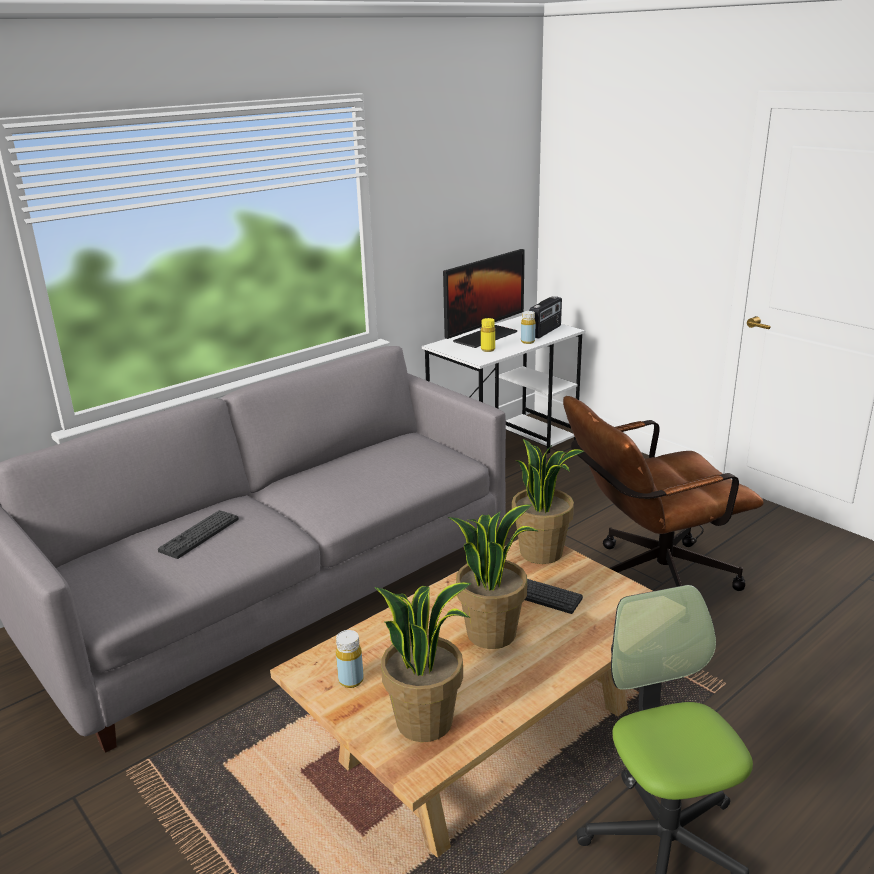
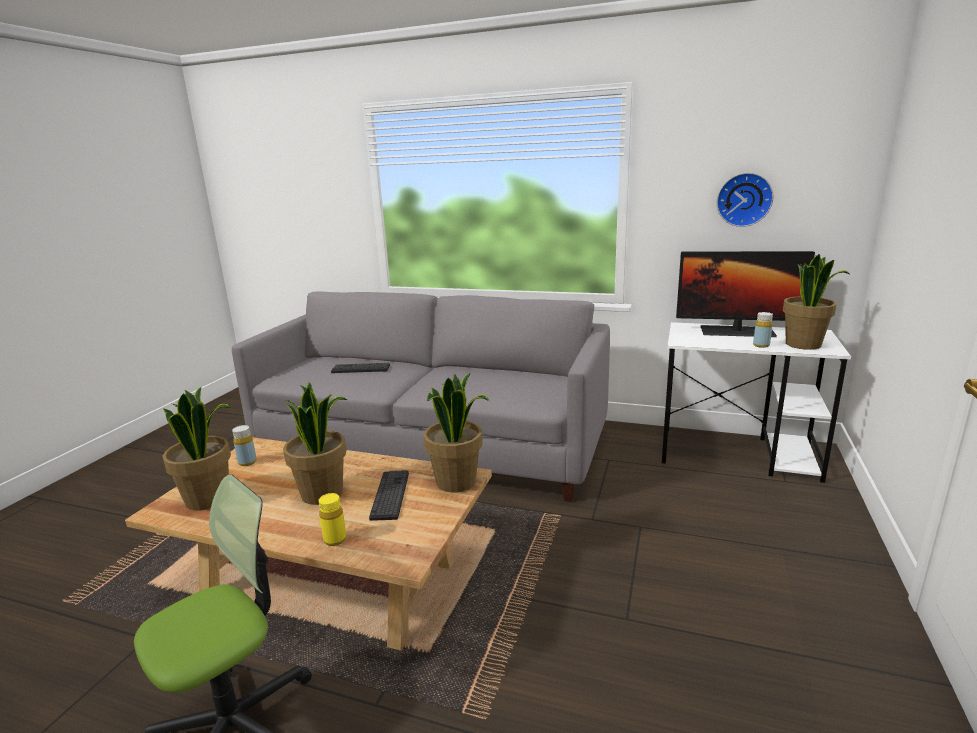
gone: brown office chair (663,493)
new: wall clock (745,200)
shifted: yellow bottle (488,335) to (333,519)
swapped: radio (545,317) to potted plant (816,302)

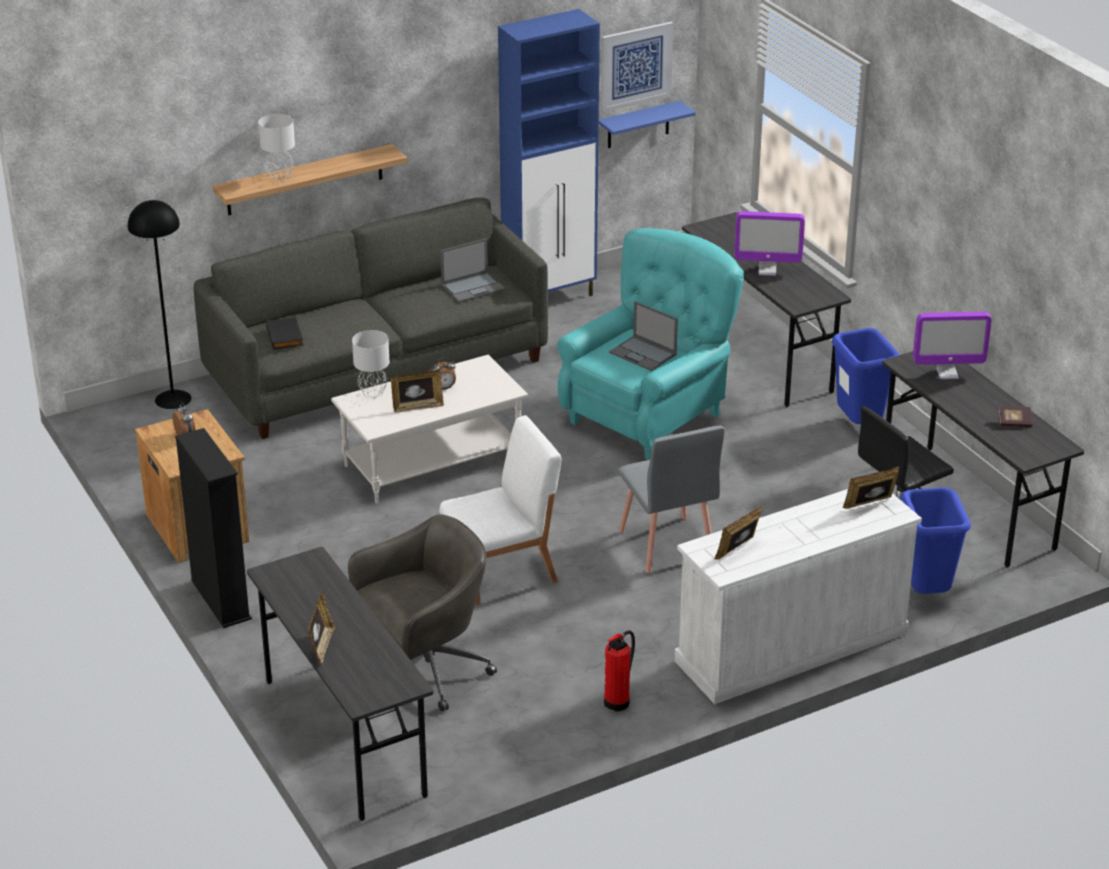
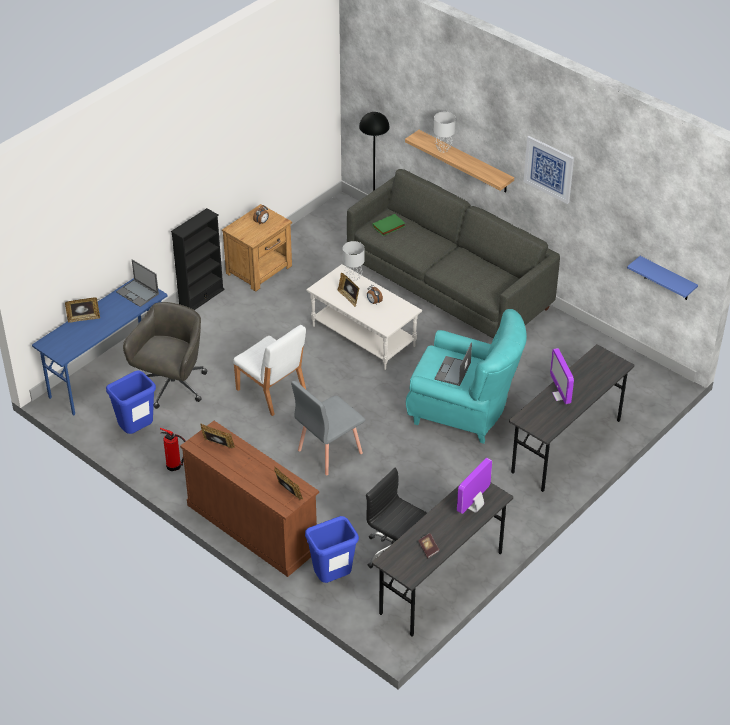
gone: blue cabinet (549,152)
shifted: laptop (472,270) to (137,283); picture (637,67) to (549,170); blue trash can (866,376) to (131,402)
repainted: grey desk (340,684) to blue desk (100,346); black book (284,333) to green book (388,225); white dresser (798,596) to brown dresser (249,499)
rotated: grey office chair (422,612) = (165,355) 105 degrees counterclockwise; monitor (952,345) = (474,486) 60 degrees clockwise

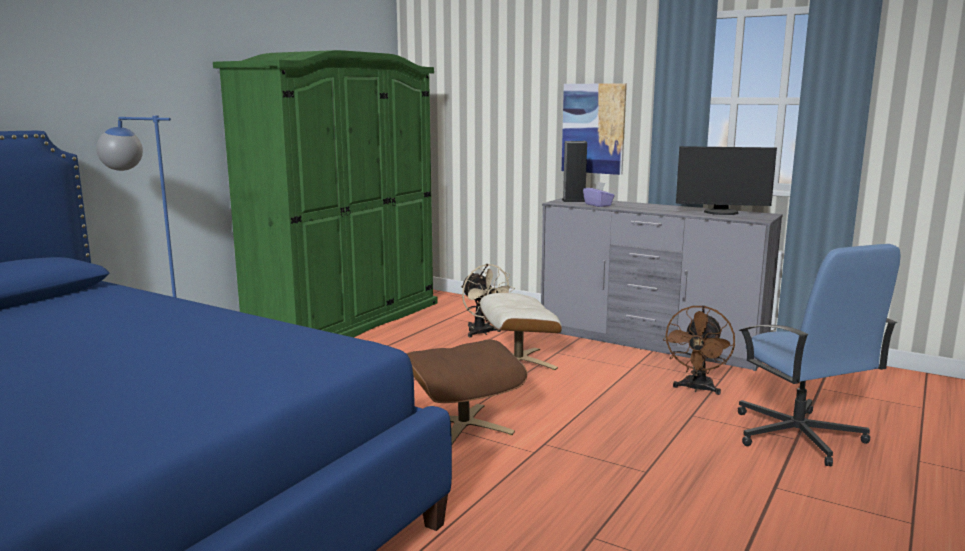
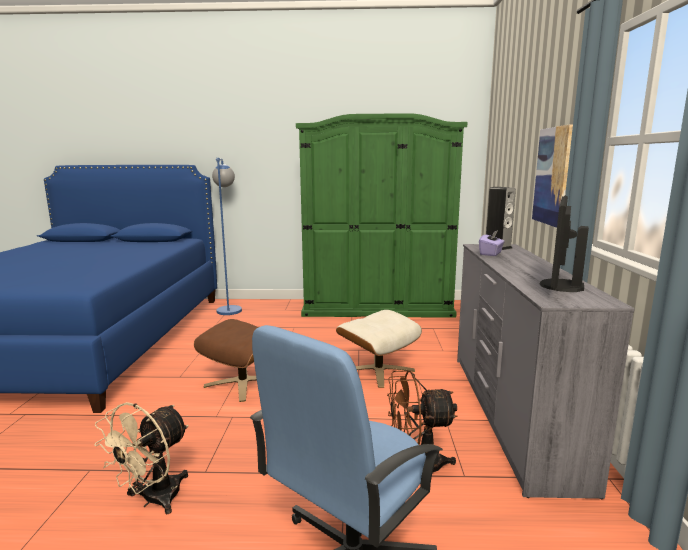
shifted: beige fan (488,301) to (141,458)
rotated: monitor (726,180) = (564,244) 45 degrees clockwise

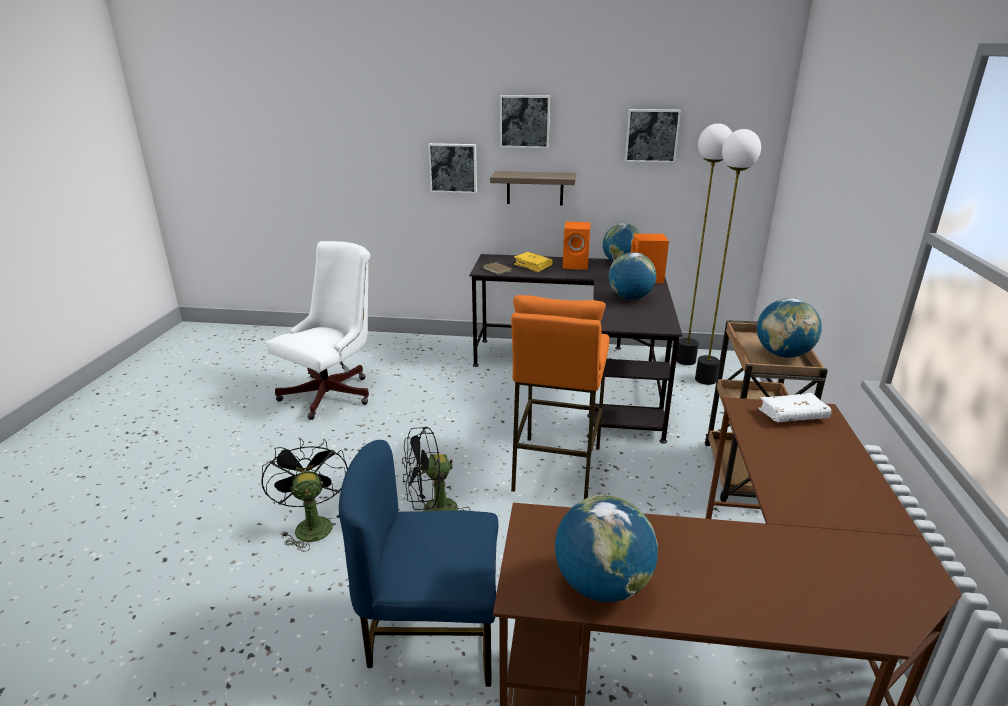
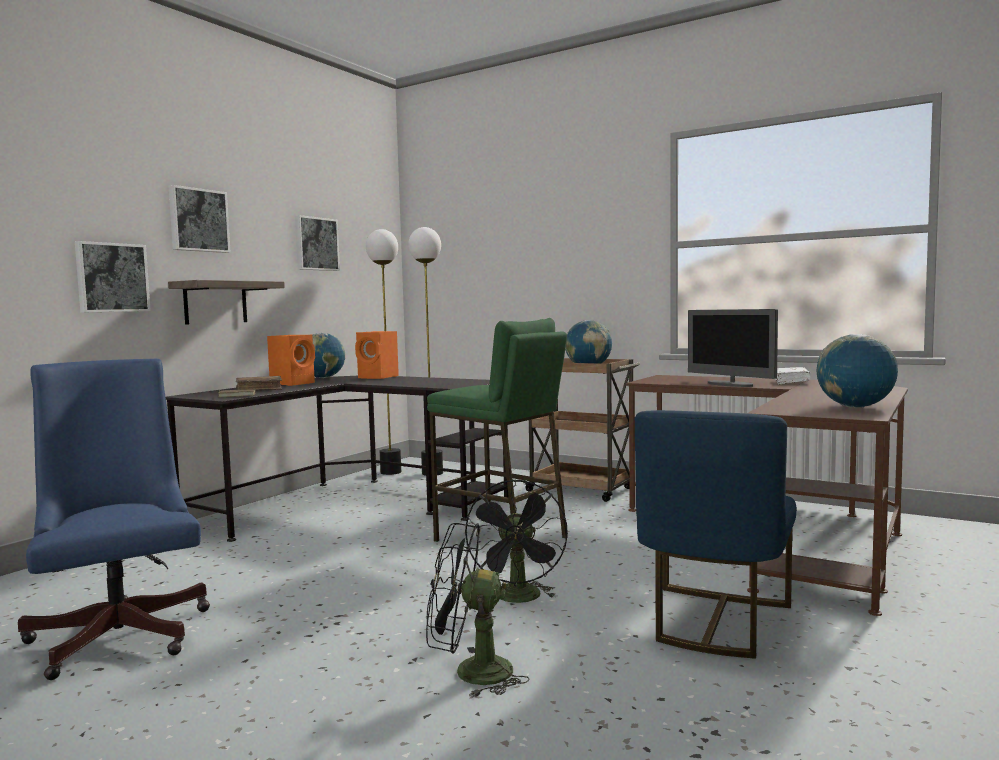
gone: globe (633,276)
new: monitor (733,348)
shifted: white book (794,407) to (793,375)
repainted: white office chair (318,330) to blue office chair (114,519); orange stool (560,397) to green stool (497,430); yellow book (533,262) to brown book (259,383)

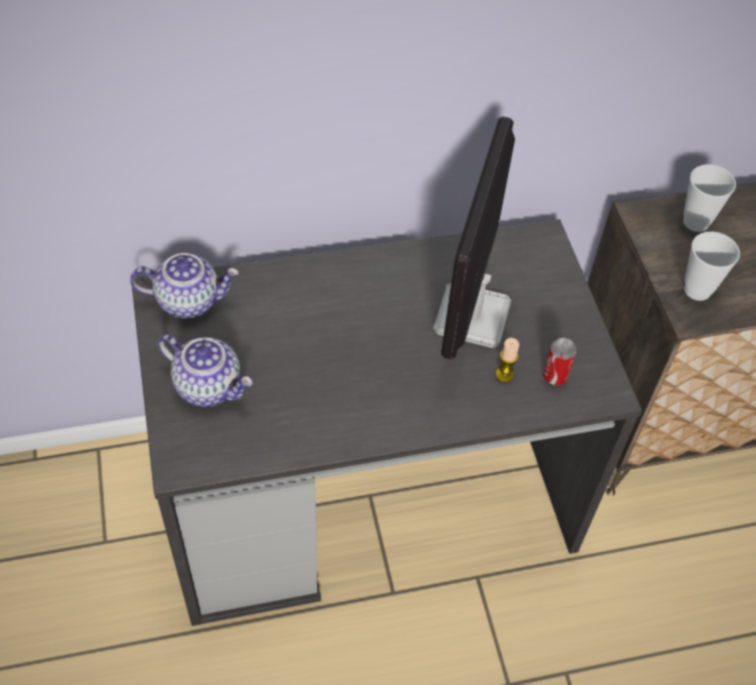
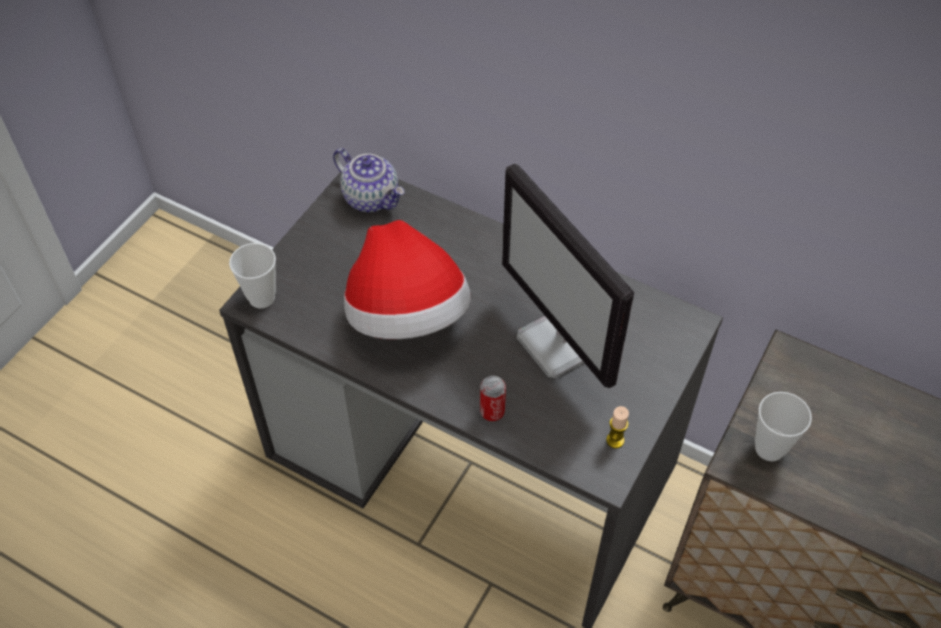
gone: teapot (205,370)
new: hat (407,279)
shifted: candle (507,360) to (617,427); can (560,362) to (493,398); cup (709,198) to (252,275)
rotated: monitor (474,238) = (568,276) 90 degrees counterclockwise

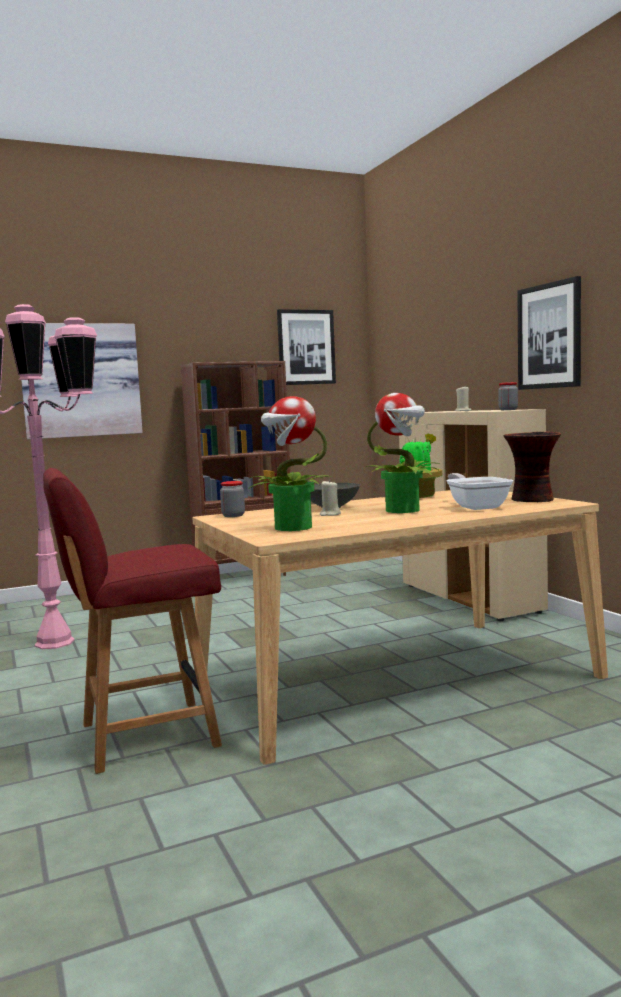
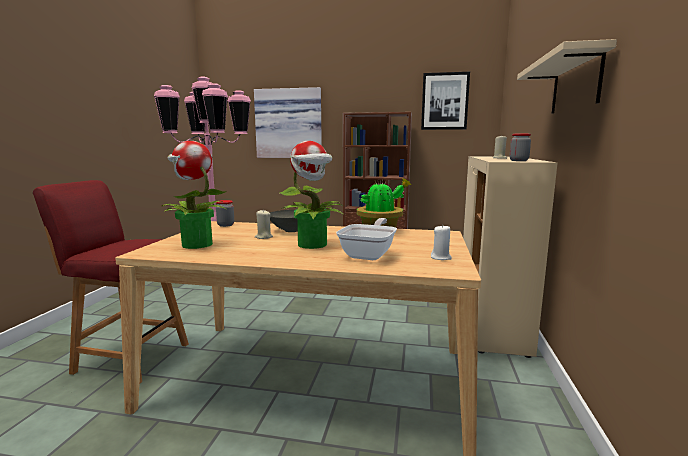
swapped: vase (532,467) to white candle (441,242); picture (549,333) to beige shelf (567,76)

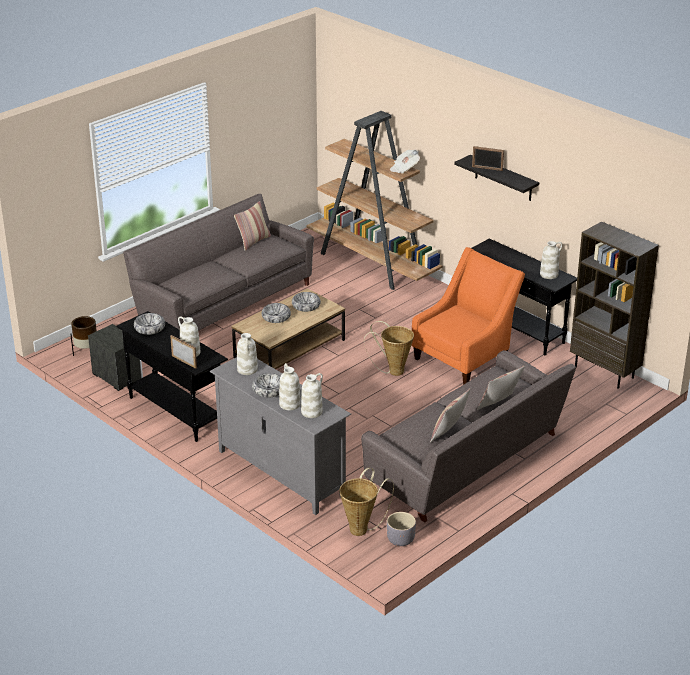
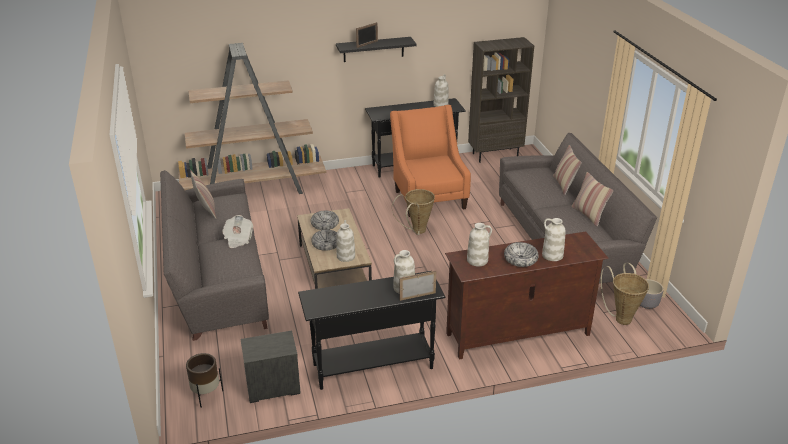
gone: bowl (149,324)
shifted: white vase (312,395) to (345,241); newspaper (405,162) to (237,231)
repainted: grey tv stand (280,436) to brown tv stand (527,296)

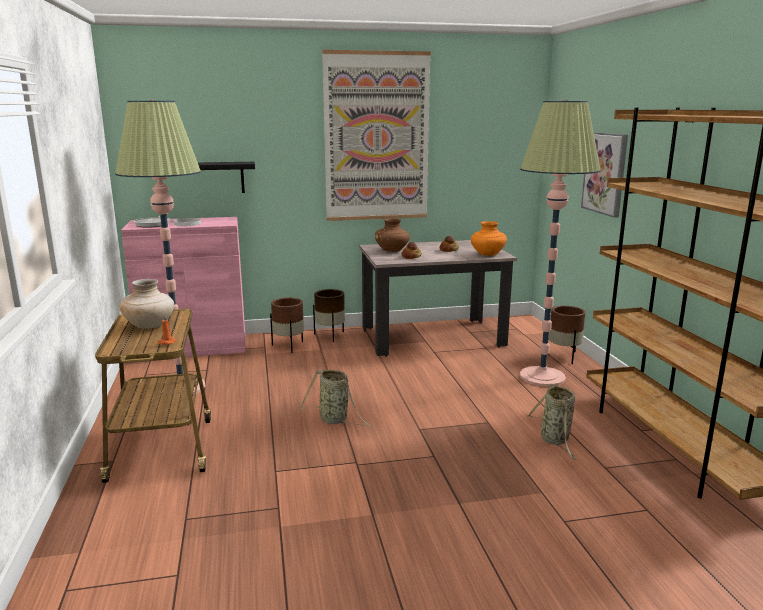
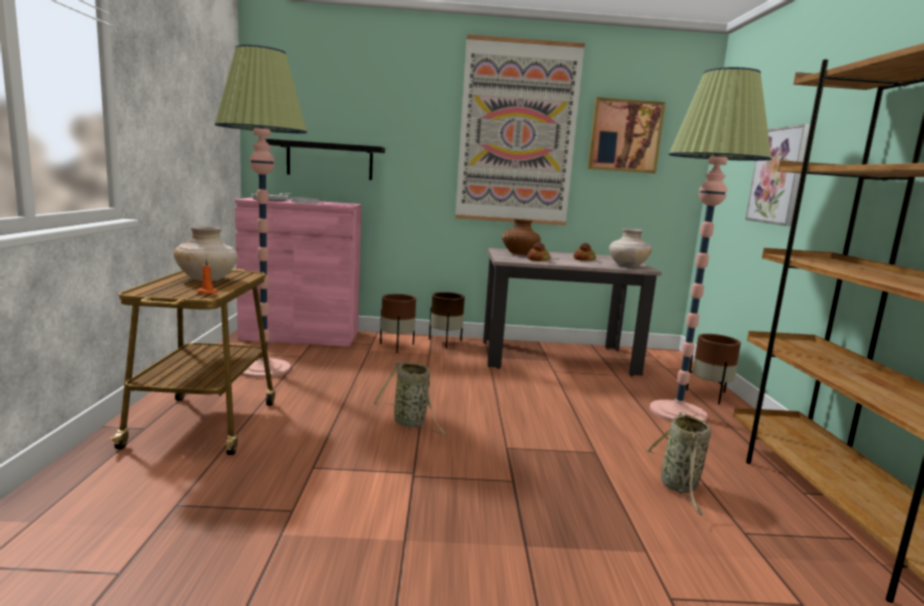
new: picture (626,135)
repainted: orange vase (489,238) to beige vase (630,248)

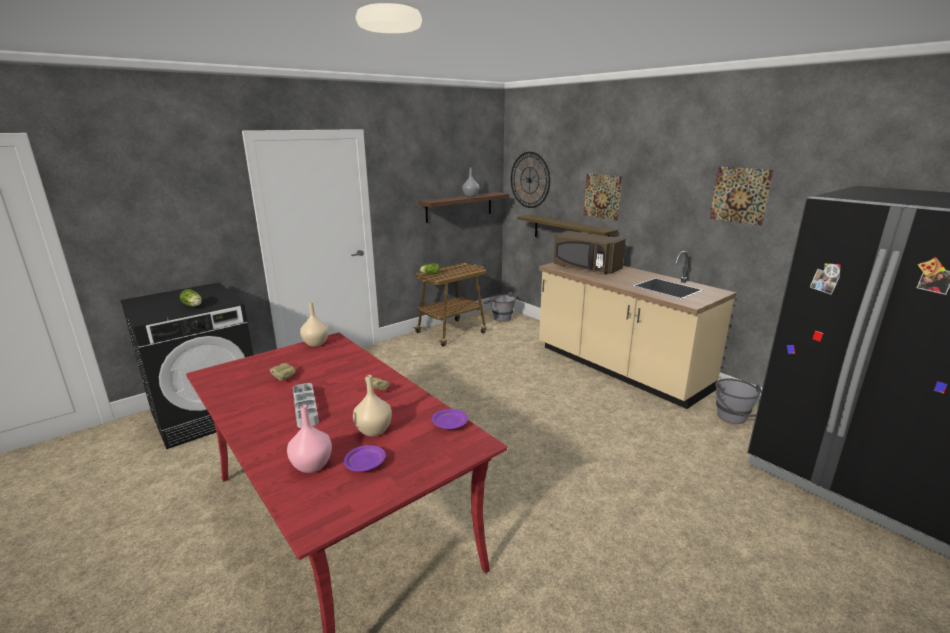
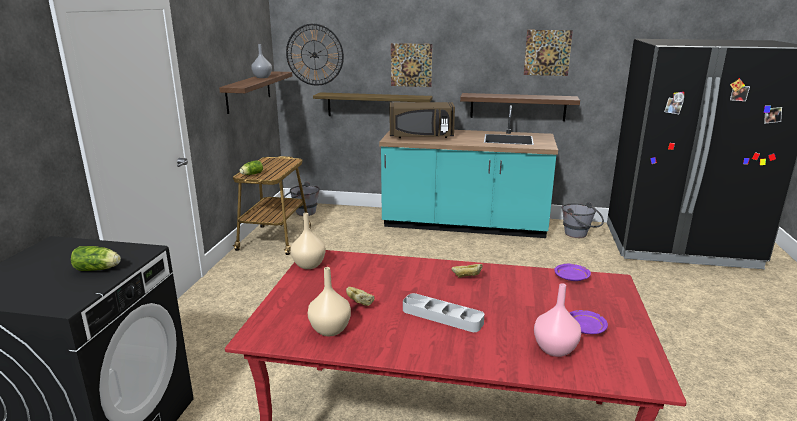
new: shelf (520,107)
shifted: beige vase (372,406) to (329,301)
repainted: beige counter (638,330) to turquoise counter (468,171)

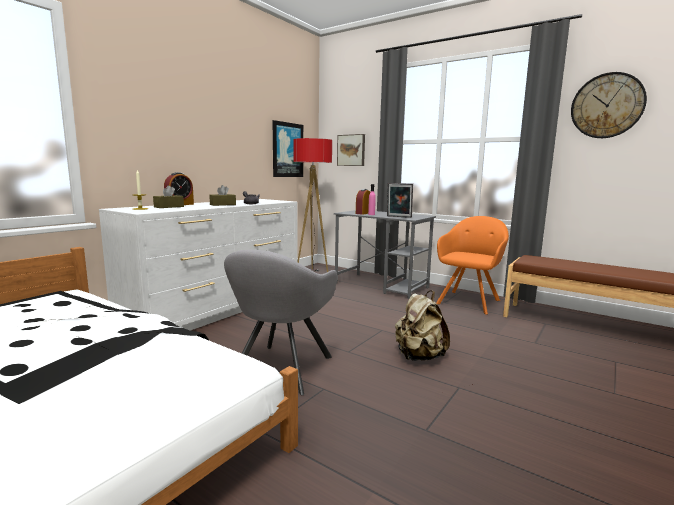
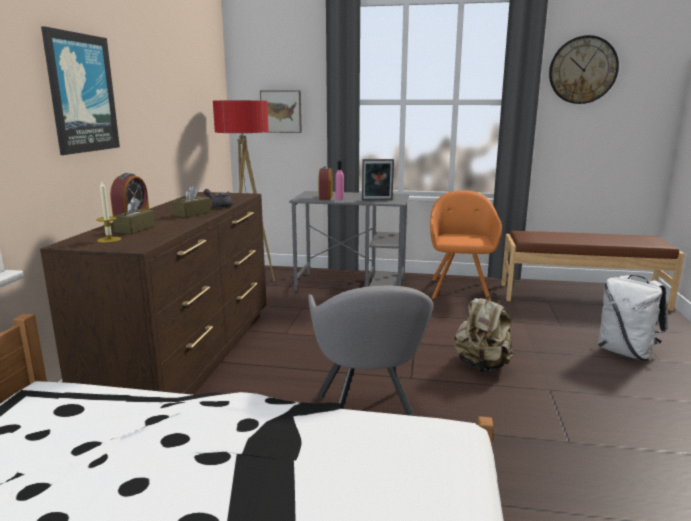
new: white backpack (632,318)
shifted: picture (287,148) to (80,90)
repainted: white dresser (198,265) to brown dresser (153,293)

